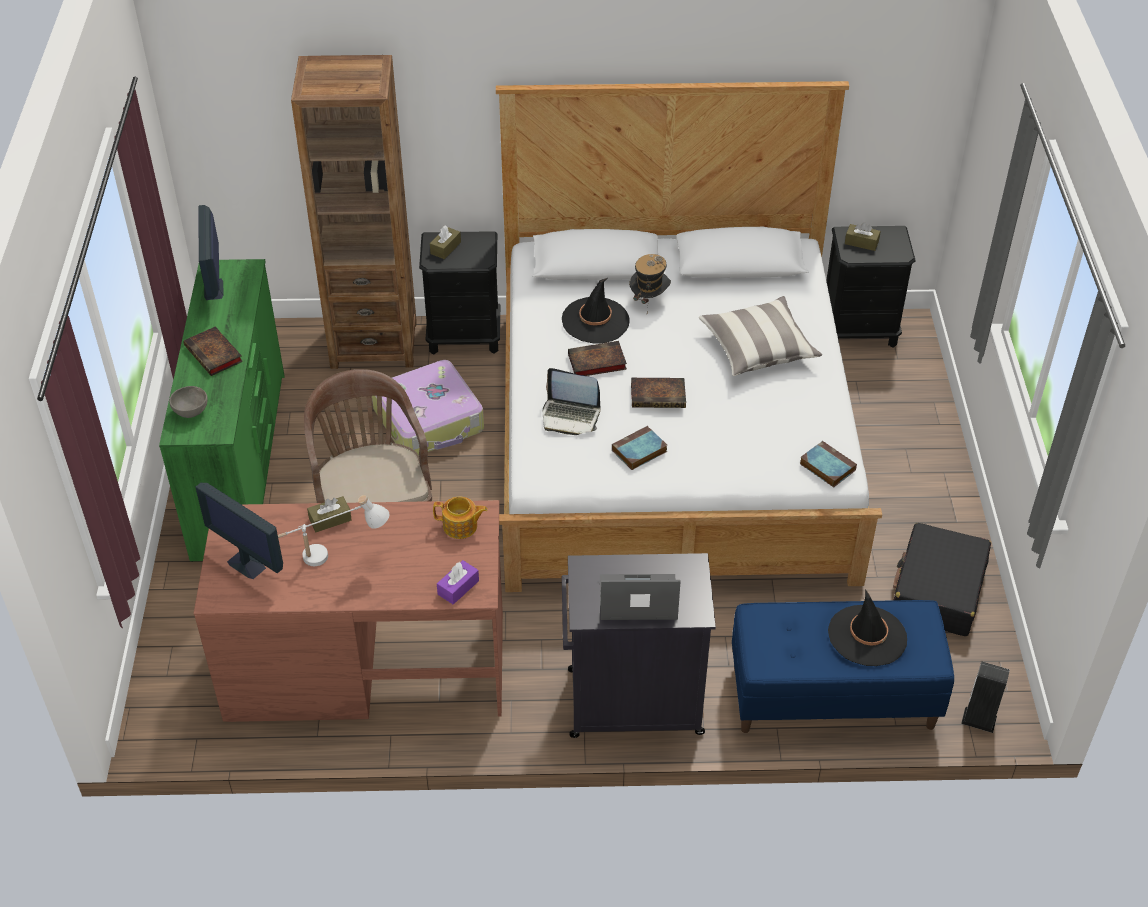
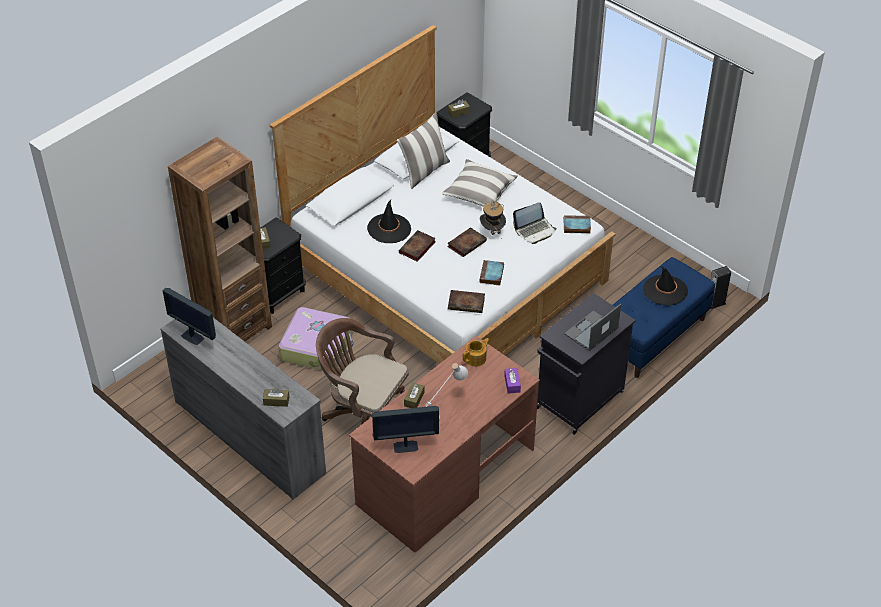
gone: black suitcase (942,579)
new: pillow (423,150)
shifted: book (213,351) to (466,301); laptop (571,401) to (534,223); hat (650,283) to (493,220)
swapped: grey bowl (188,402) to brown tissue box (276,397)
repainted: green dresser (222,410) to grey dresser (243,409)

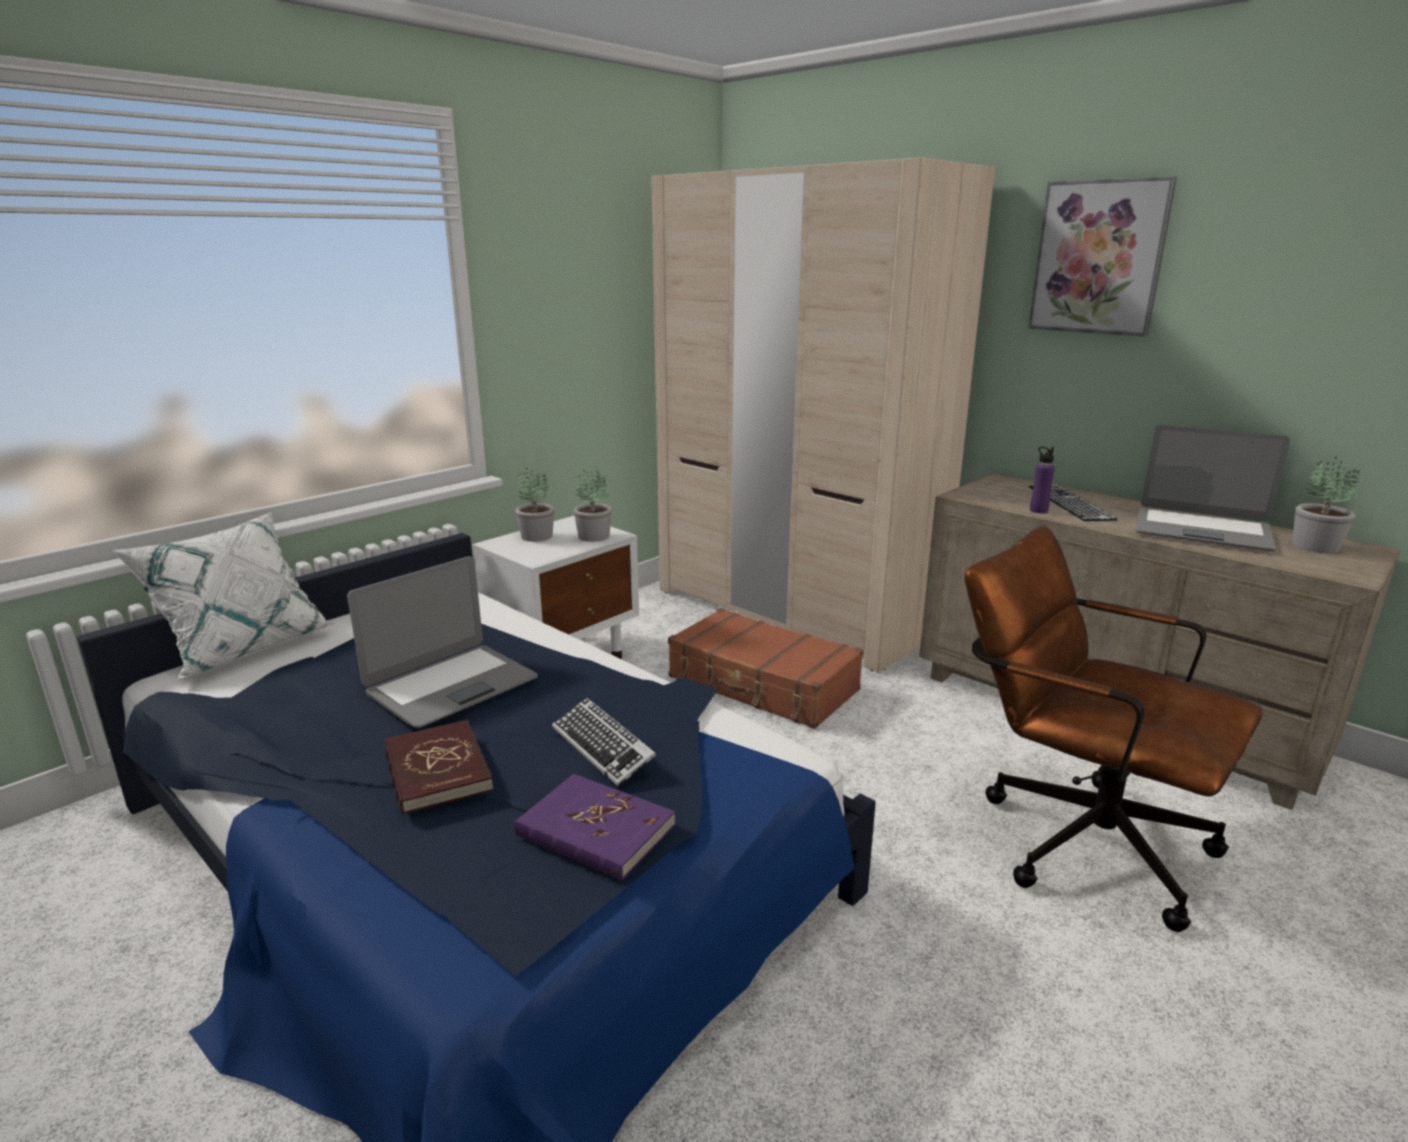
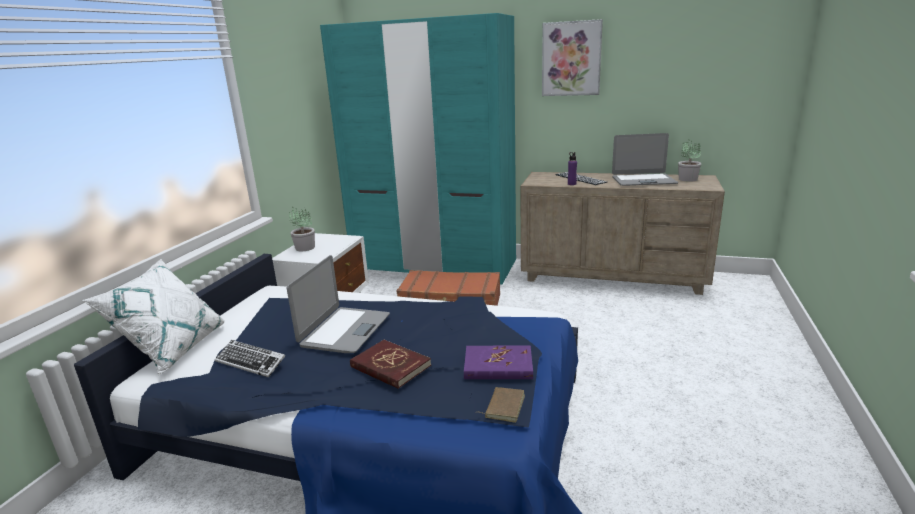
gone: potted plant (592,504); brown office chair (1114,728)
new: brown book (500,405)
shifted: keyboard (604,742) to (250,359)
repainted: beige wardrobe (823,415) to turquoise wardrobe (418,148)

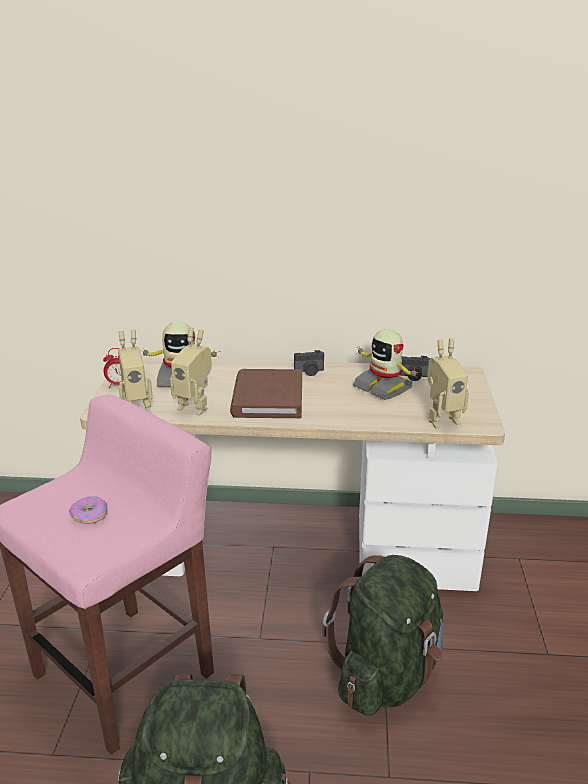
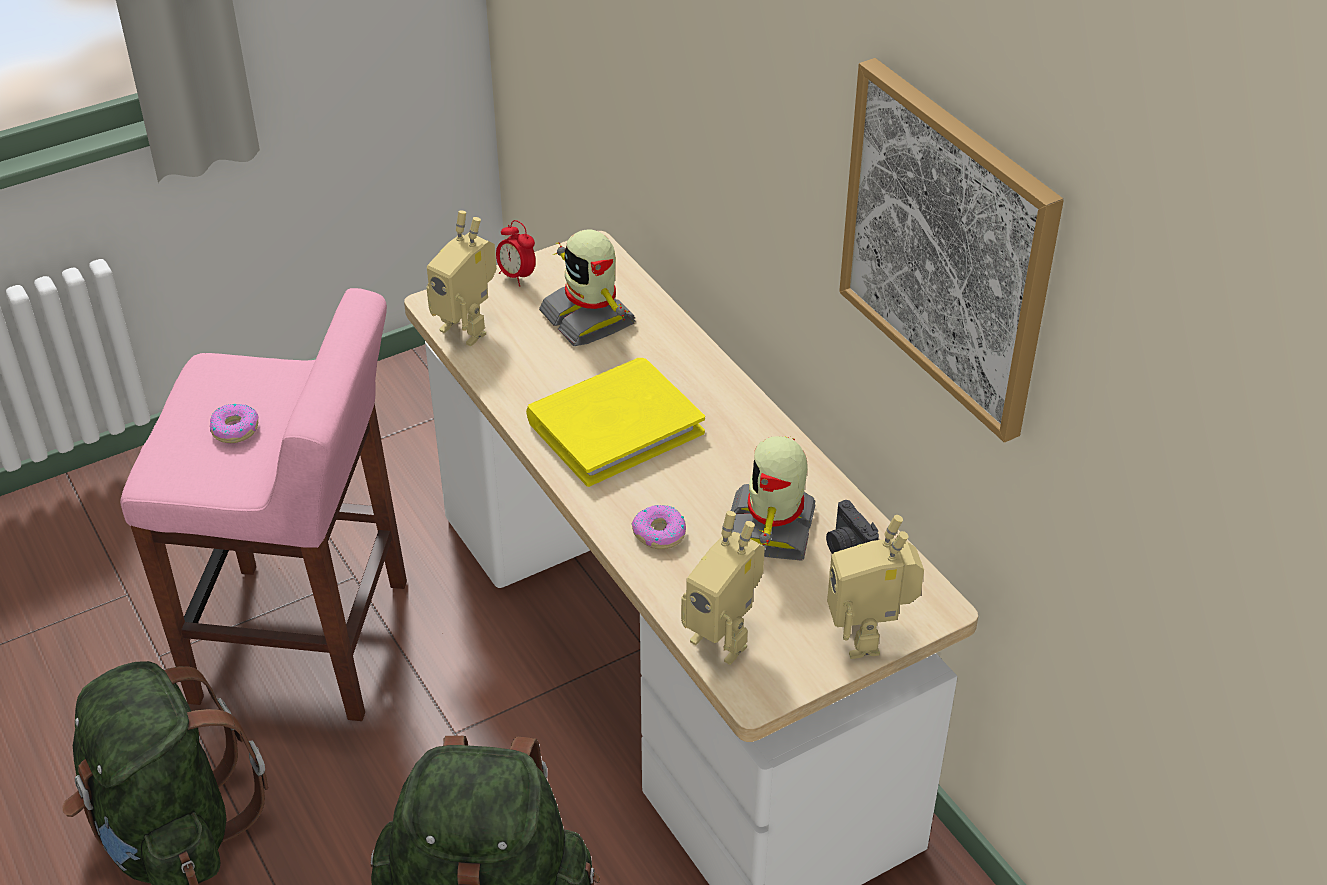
gone: photo camera (309,363)
new: donut (658,527); picture (951,250)
shifted: toy robot (191,371) to (875,587)
repainted: brown book (266,393) to yellow book (615,422)

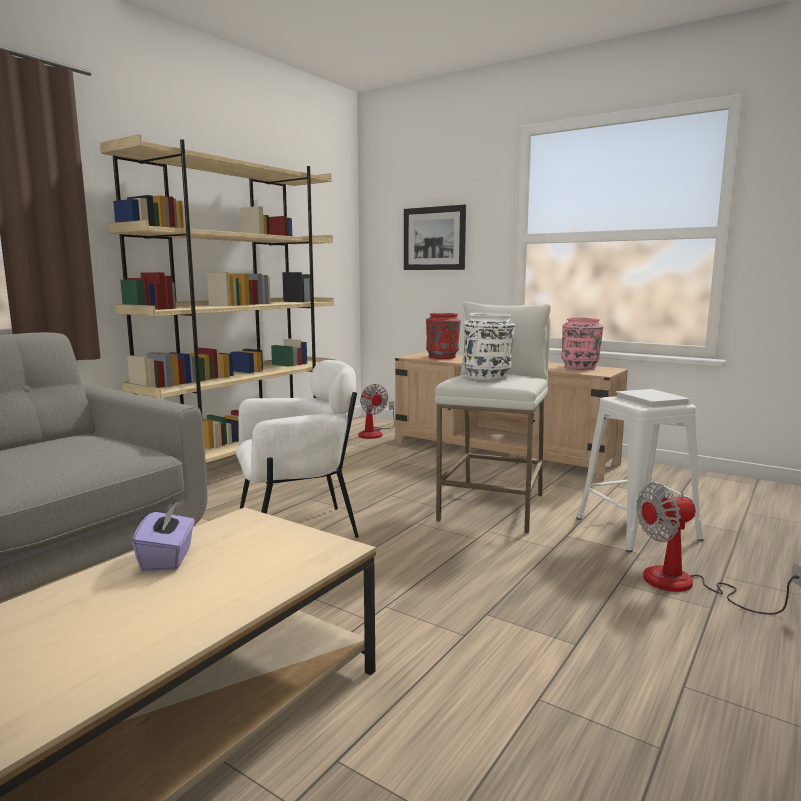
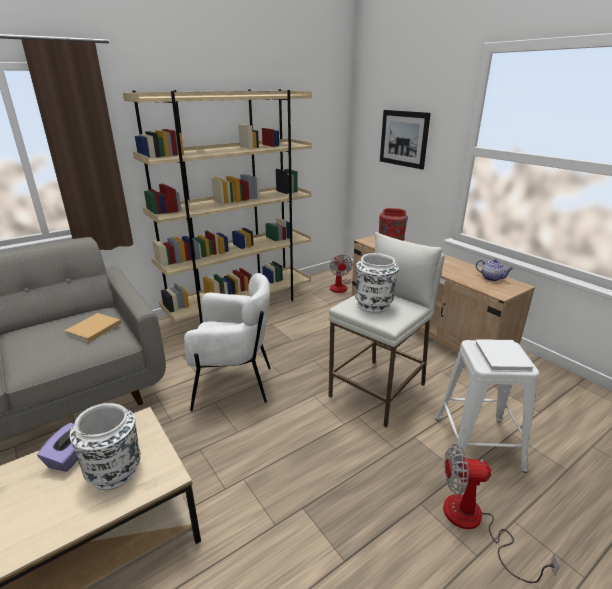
new: beige book (92,328); white vase (105,446)
swapped: pink vase (582,343) to teapot (494,270)

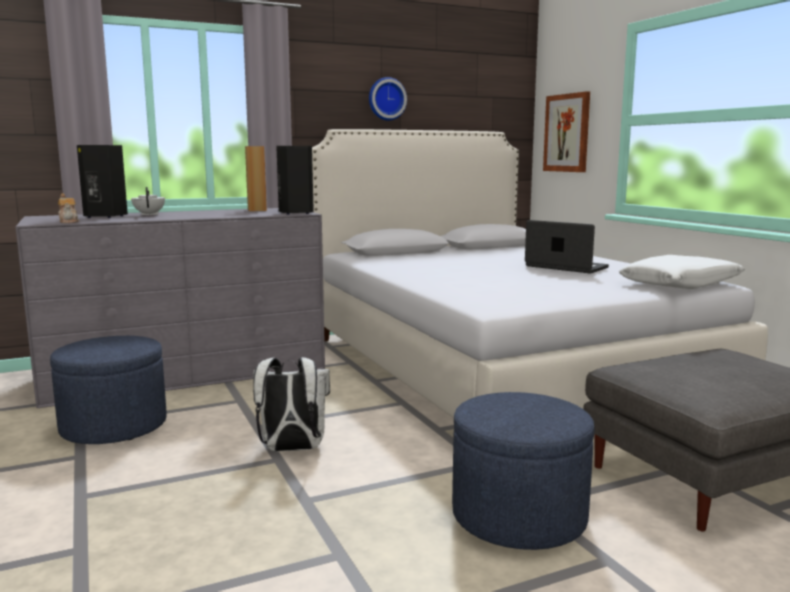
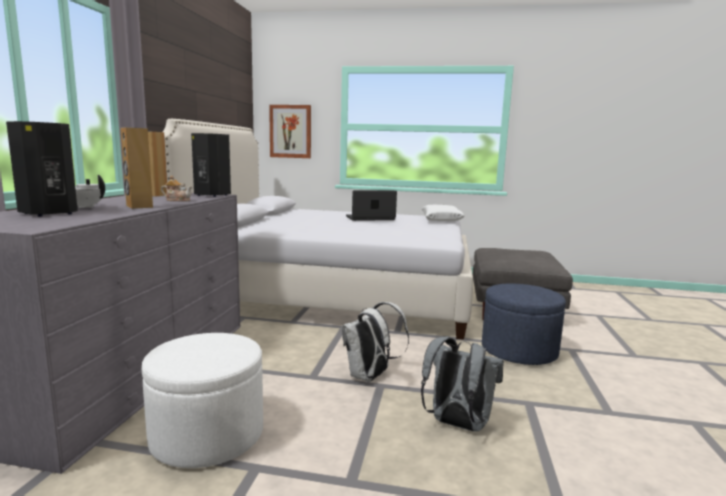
gone: wall clock (388,98)
new: brown speaker (136,168); grey backpack (462,384)
shifted: teapot (68,208) to (176,188)
repainted: blue ottoman (108,390) to white ottoman (202,400)

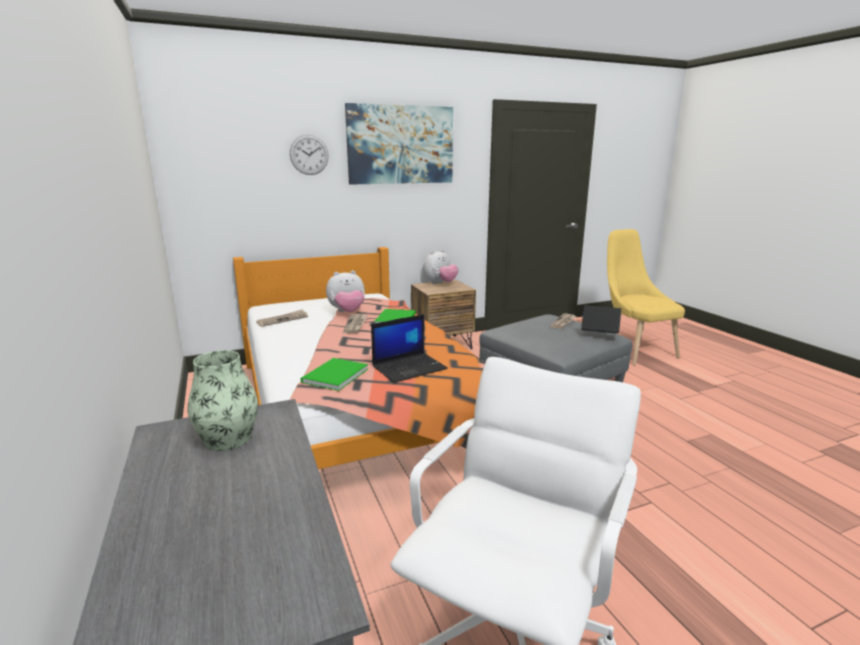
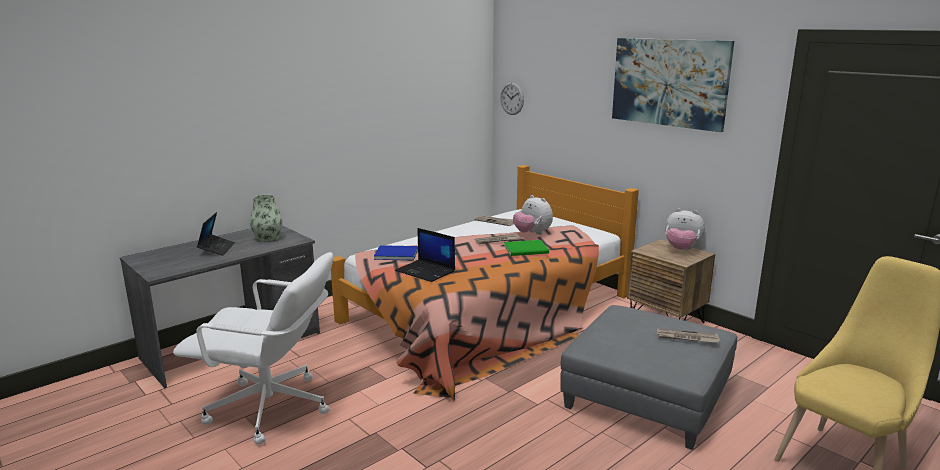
shifted: wall clock (309,155) to (512,98); laptop (601,319) to (216,234)
repainted: green book (334,374) to blue book (396,253)

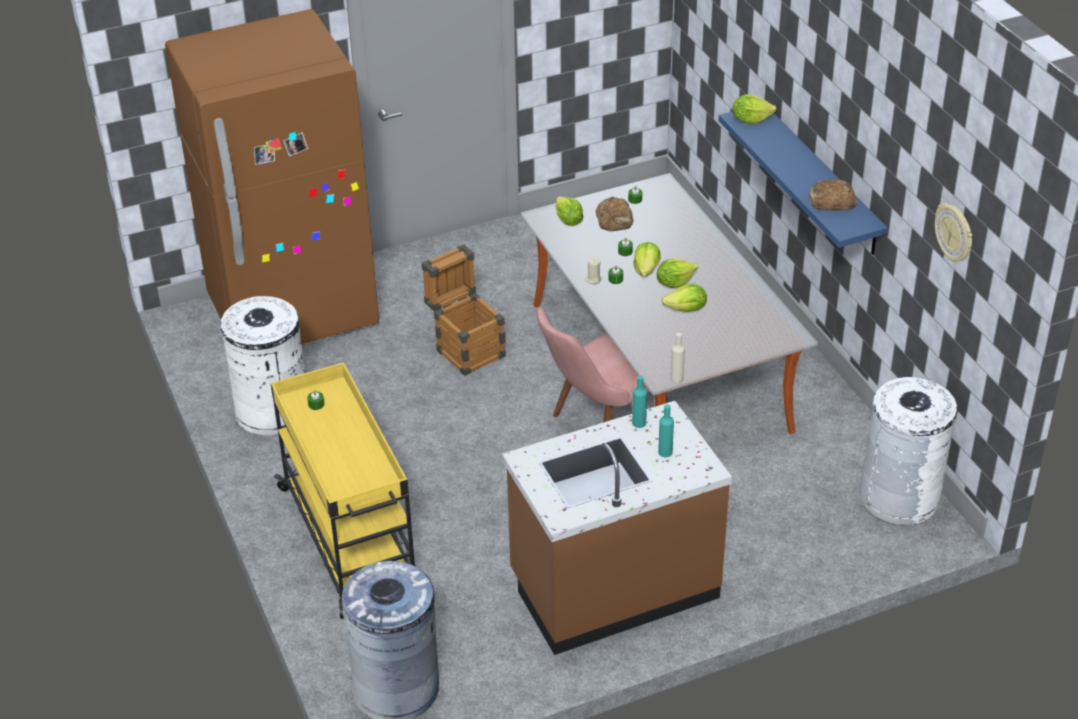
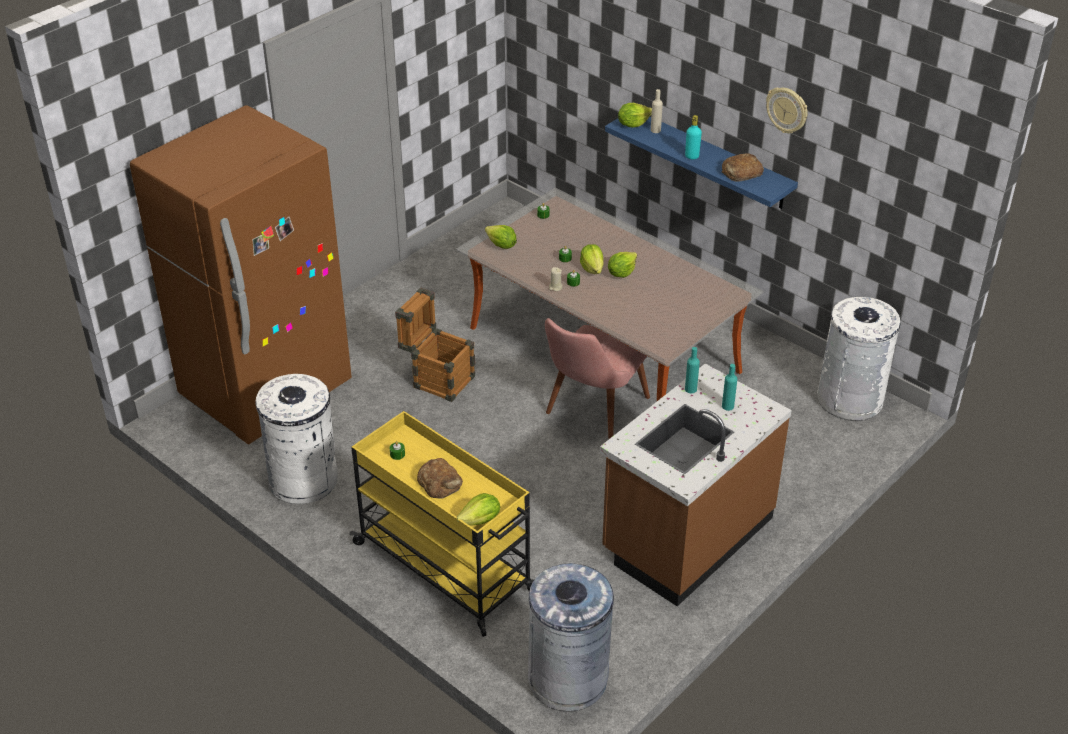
new: turquoise bottle (693,137)
shifted: bread (614,214) to (440,478); lettuce (684,298) to (478,509); beige bottle (677,358) to (657,111); wall clock (953,232) to (787,110)

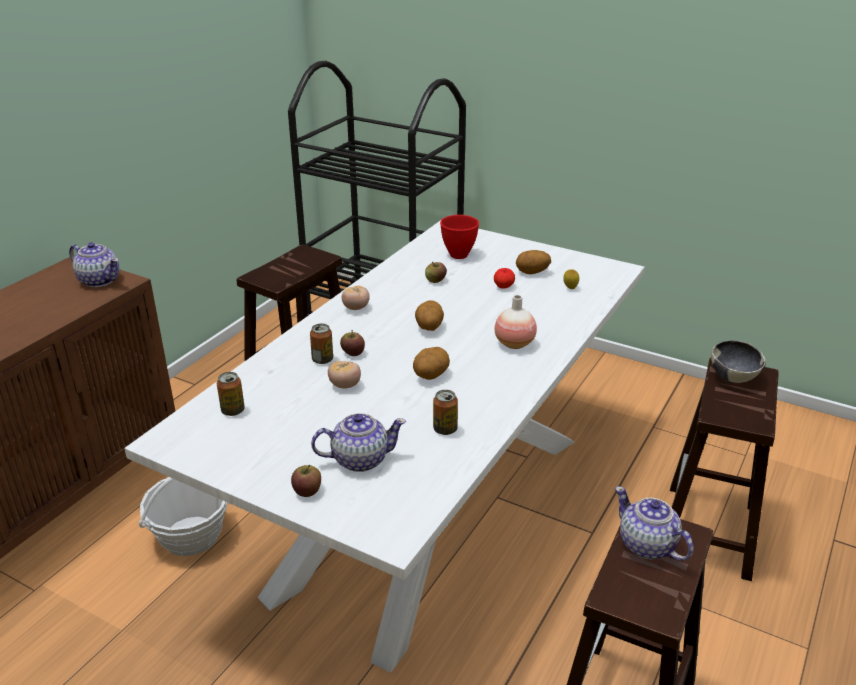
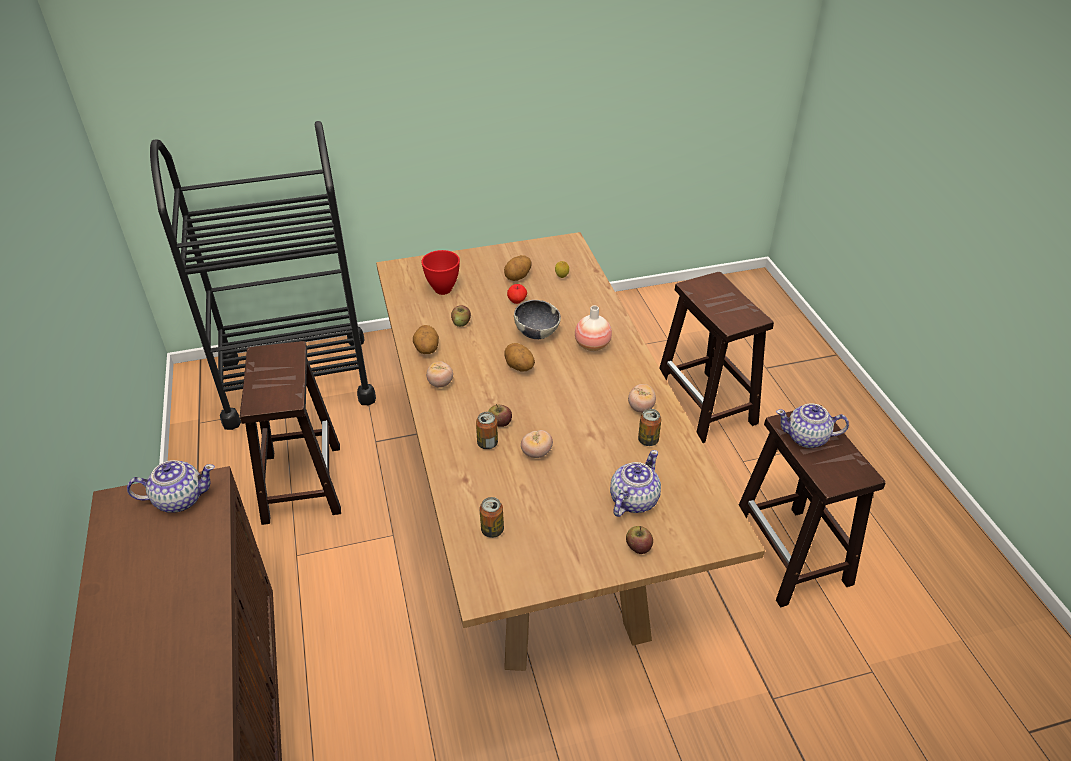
gone: basket (183,516)
new: tomato (642,398)
shifted: potato (431,363) to (426,339); bowl (738,361) to (537,319)
repainted: white dining table (384,446) to brown dining table (570,451)

